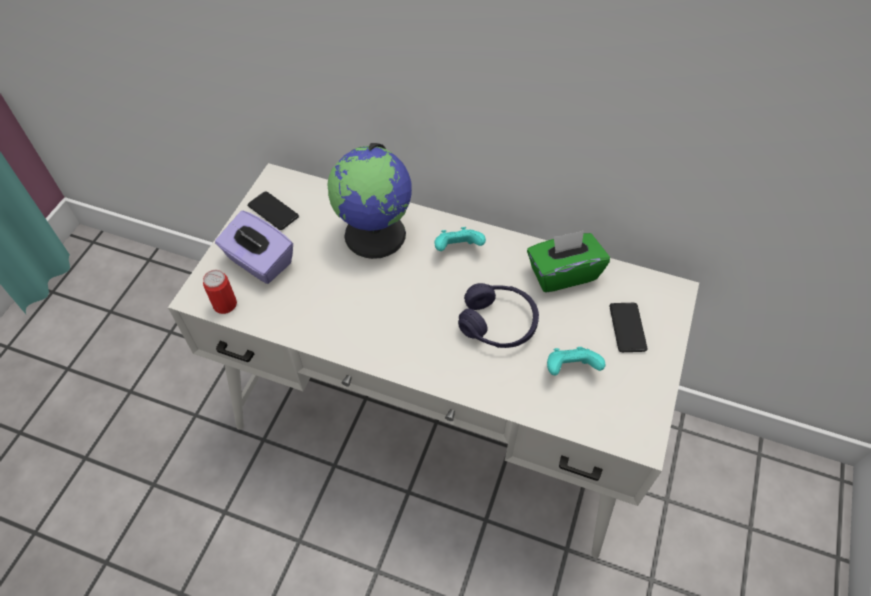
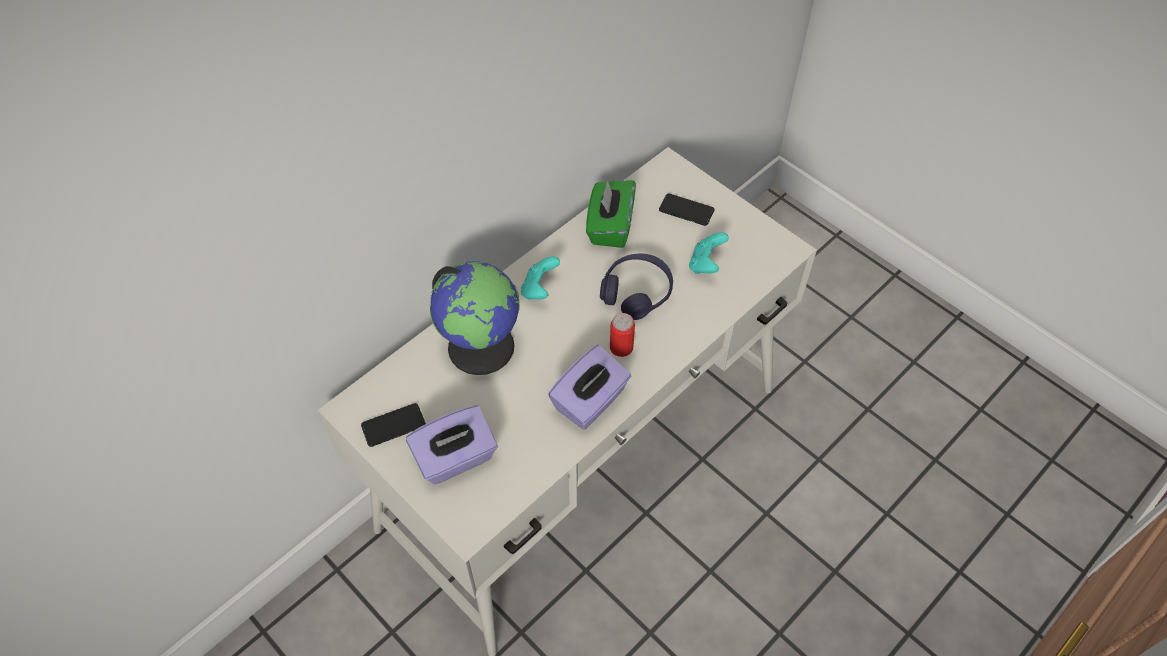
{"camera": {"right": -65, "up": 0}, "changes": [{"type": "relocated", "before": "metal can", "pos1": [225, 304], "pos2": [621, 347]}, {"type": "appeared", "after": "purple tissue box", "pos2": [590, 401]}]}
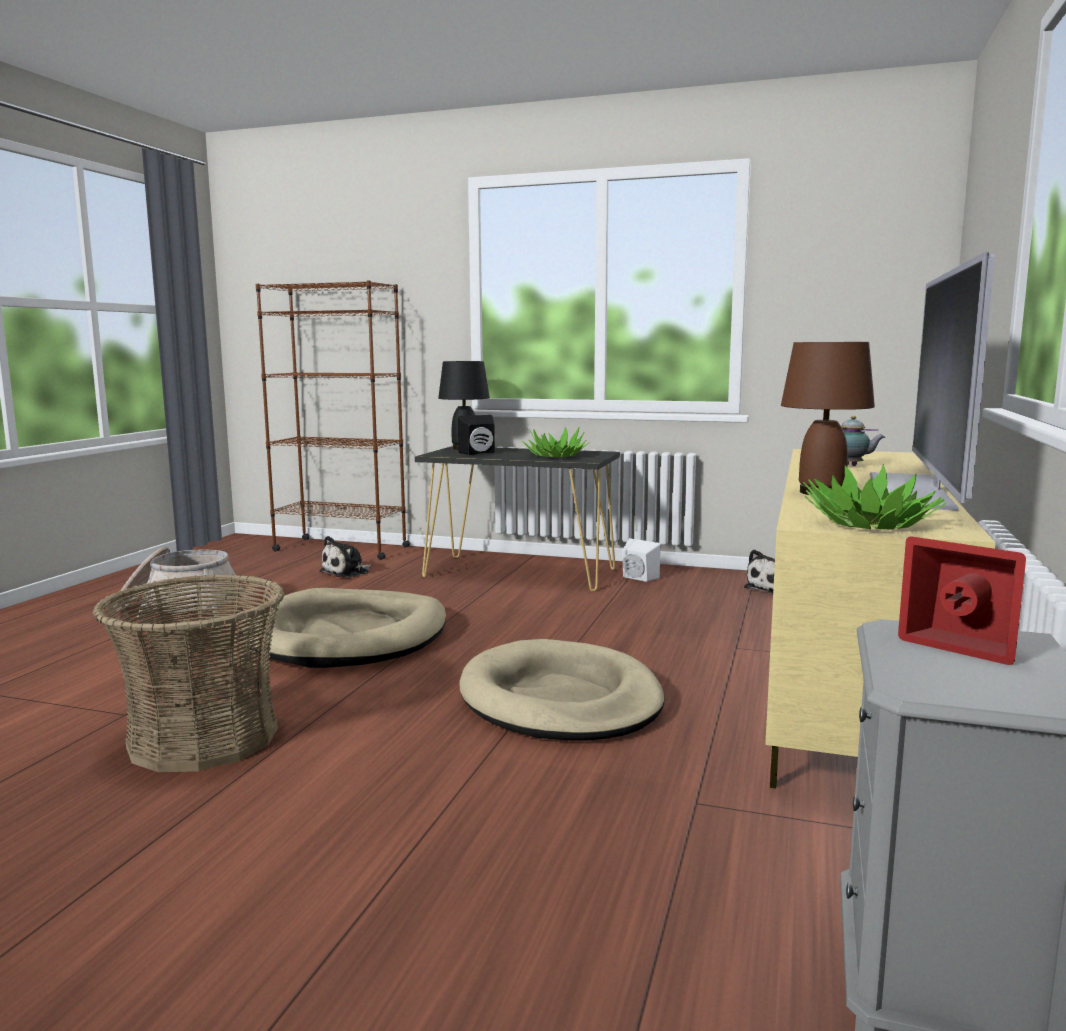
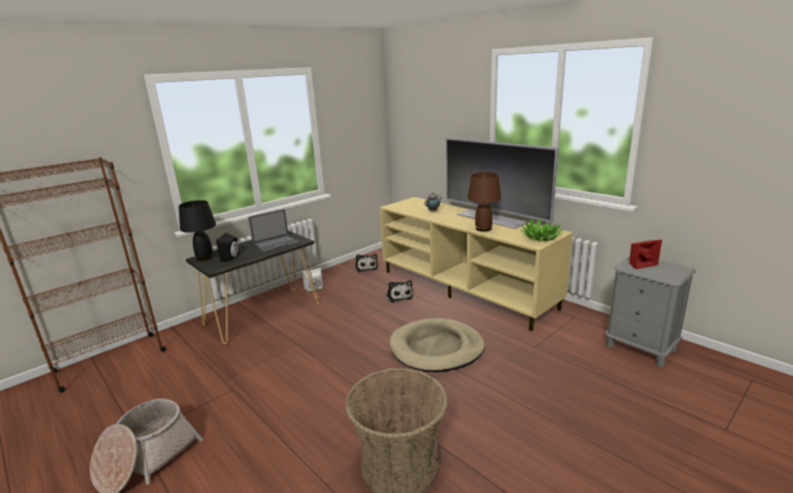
{"camera": {"right": -60, "up": 10}, "changes": [{"type": "exchanged", "before": "houseplant", "after": "laptop", "pos1": [556, 456], "pos2": [277, 244]}, {"type": "relocated", "before": "soft toy", "pos1": [347, 572], "pos2": [399, 296]}, {"type": "missing", "before": "sand-coloured pet bed", "pos1": [349, 636]}]}
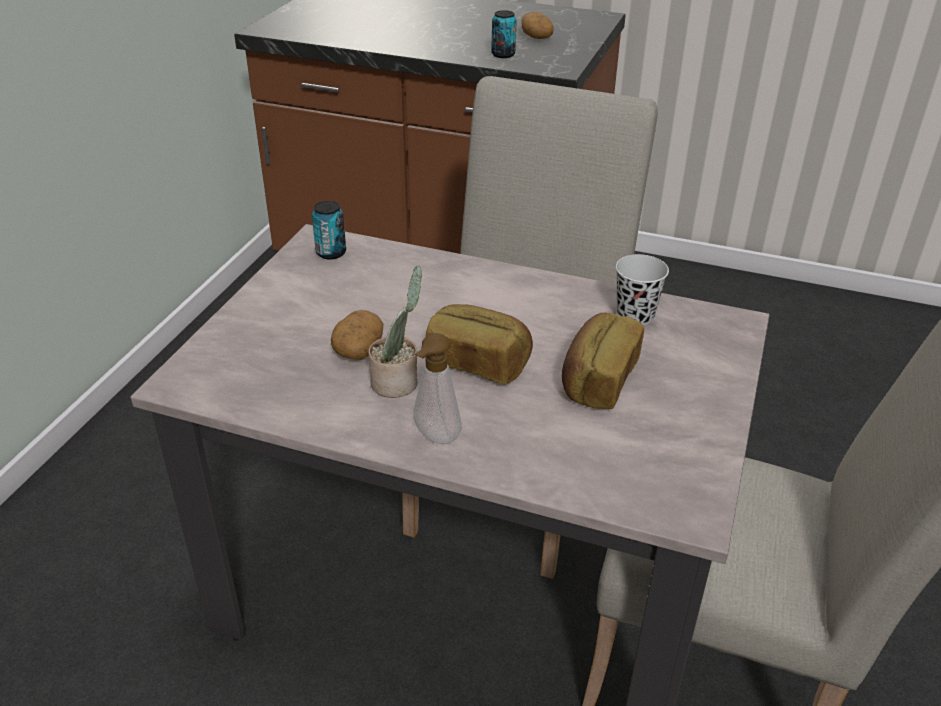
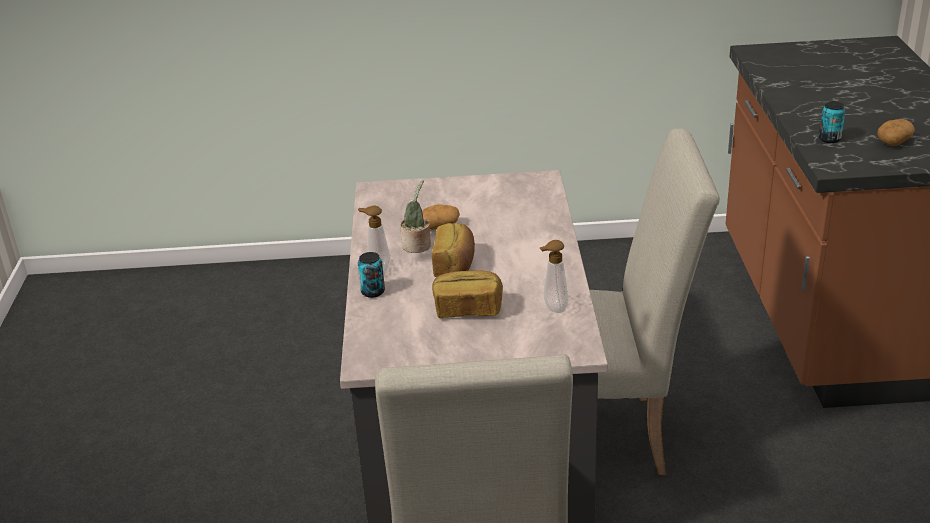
{"camera": {"right": 70, "up": -5}, "changes": [{"type": "relocated", "before": "metal can", "pos1": [331, 253], "pos2": [373, 292]}, {"type": "exchanged", "before": "black-coloured small cup", "after": "soap bottle", "pos1": [635, 316], "pos2": [553, 308]}]}
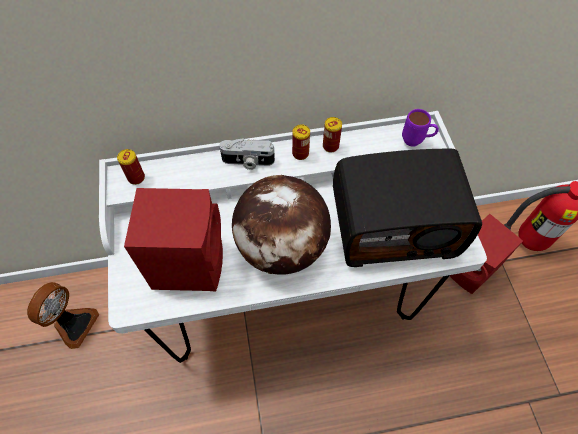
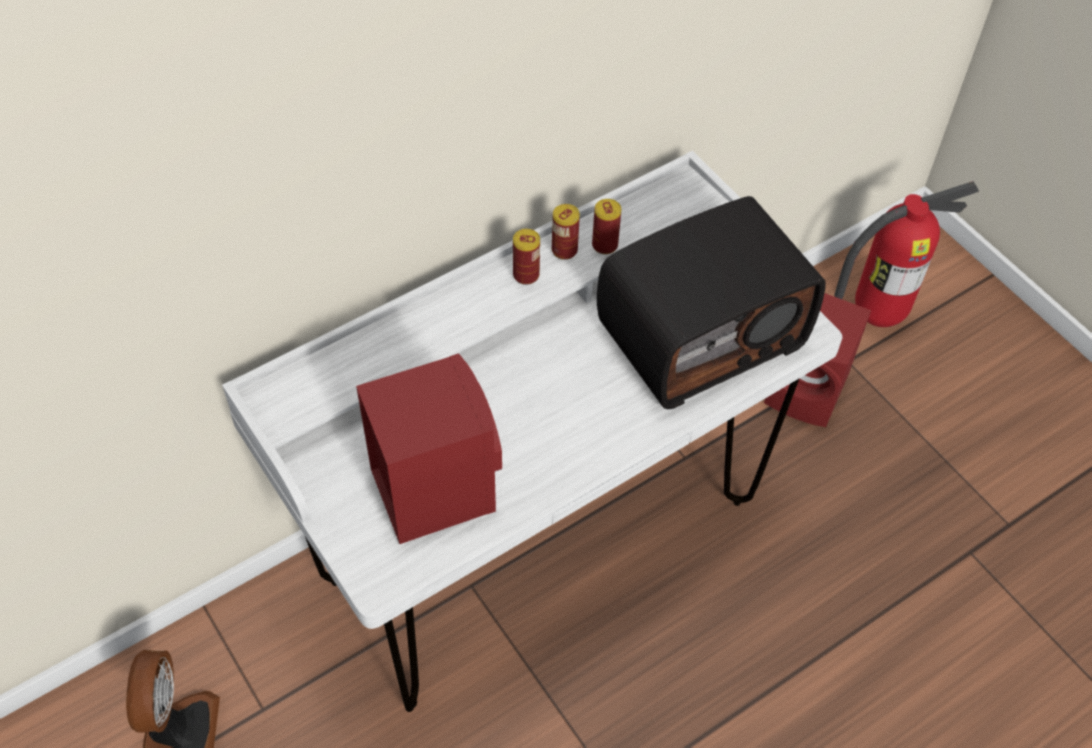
{"camera": {"right": -25, "up": -5}, "changes": [{"type": "missing", "before": "purple tea mug", "pos1": [416, 141]}, {"type": "missing", "before": "photo camera", "pos1": [248, 162]}, {"type": "relocated", "before": "metal can", "pos1": [136, 178], "pos2": [604, 245]}, {"type": "missing", "before": "world globe", "pos1": [282, 247]}]}
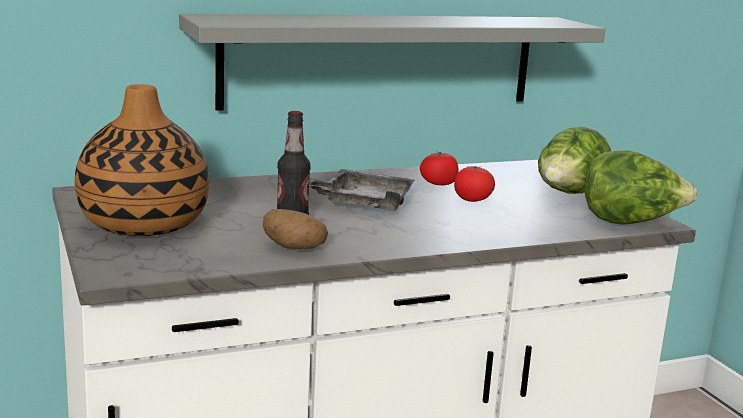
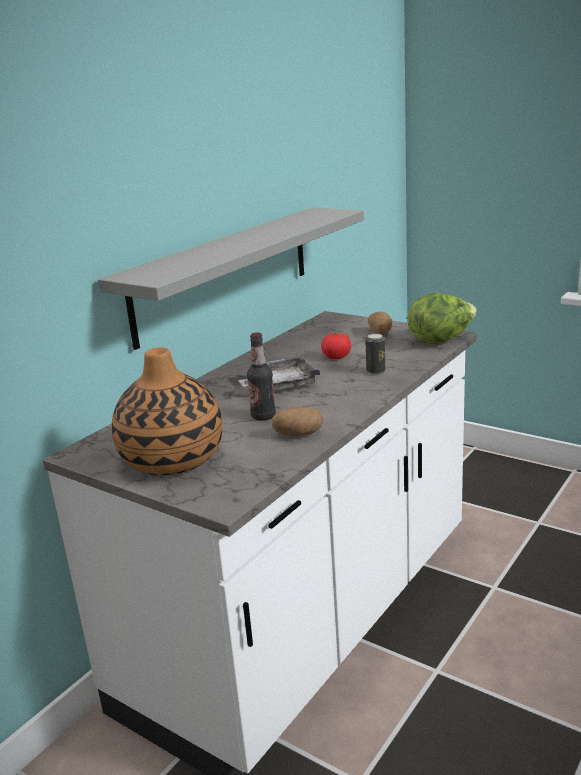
{"camera": {"right": -30, "up": 5}, "changes": [{"type": "exchanged", "before": "lettuce", "after": "whole potato", "pos1": [568, 195], "pos2": [381, 333]}, {"type": "missing", "before": "whole tomato", "pos1": [438, 183]}, {"type": "appeared", "after": "metal can", "pos2": [375, 371]}]}
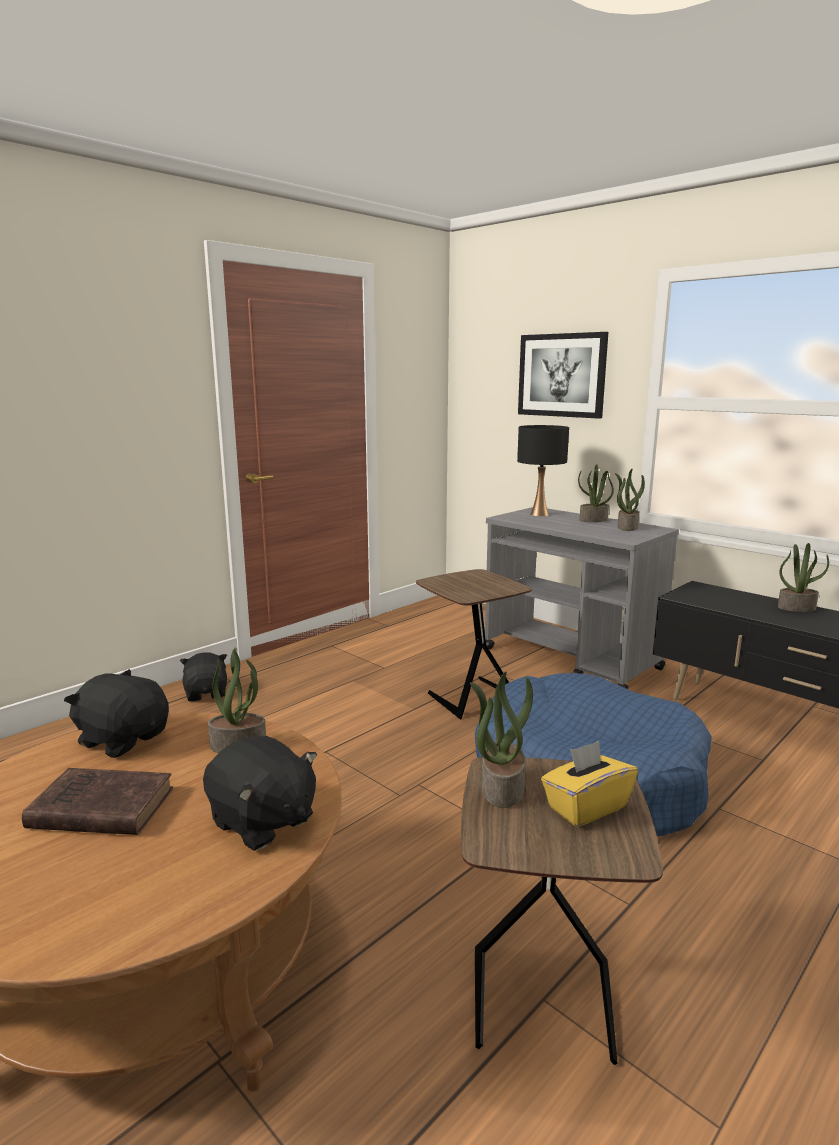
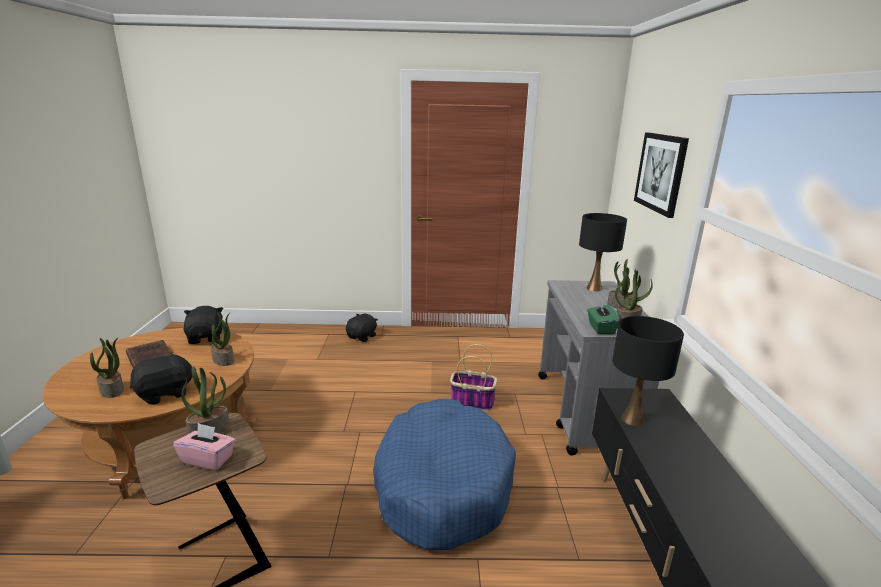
{"camera": {"right": 45, "up": 5}, "changes": [{"type": "relocated", "before": "houseplant", "pos1": [796, 608], "pos2": [112, 390]}, {"type": "exchanged", "before": "brown accent table", "after": "storage basket", "pos1": [470, 697], "pos2": [471, 402]}, {"type": "spun", "before": "black-coloured soft toy", "pos1": [262, 822], "pos2": [165, 393], "turn": -120}, {"type": "colour", "before": "yellowish tissue box", "after": "pinkish tissue box", "pos1": [586, 806], "pos2": [208, 459]}, {"type": "appeared", "after": "greenish tissue box", "pos2": [600, 328]}, {"type": "appeared", "after": "black-coloured lamp for a table", "pos2": [632, 419]}]}
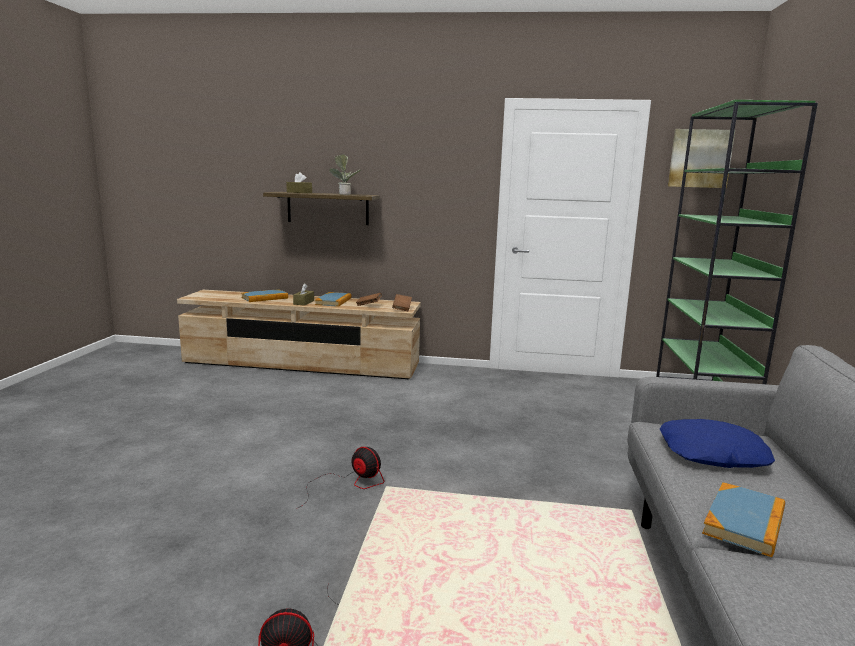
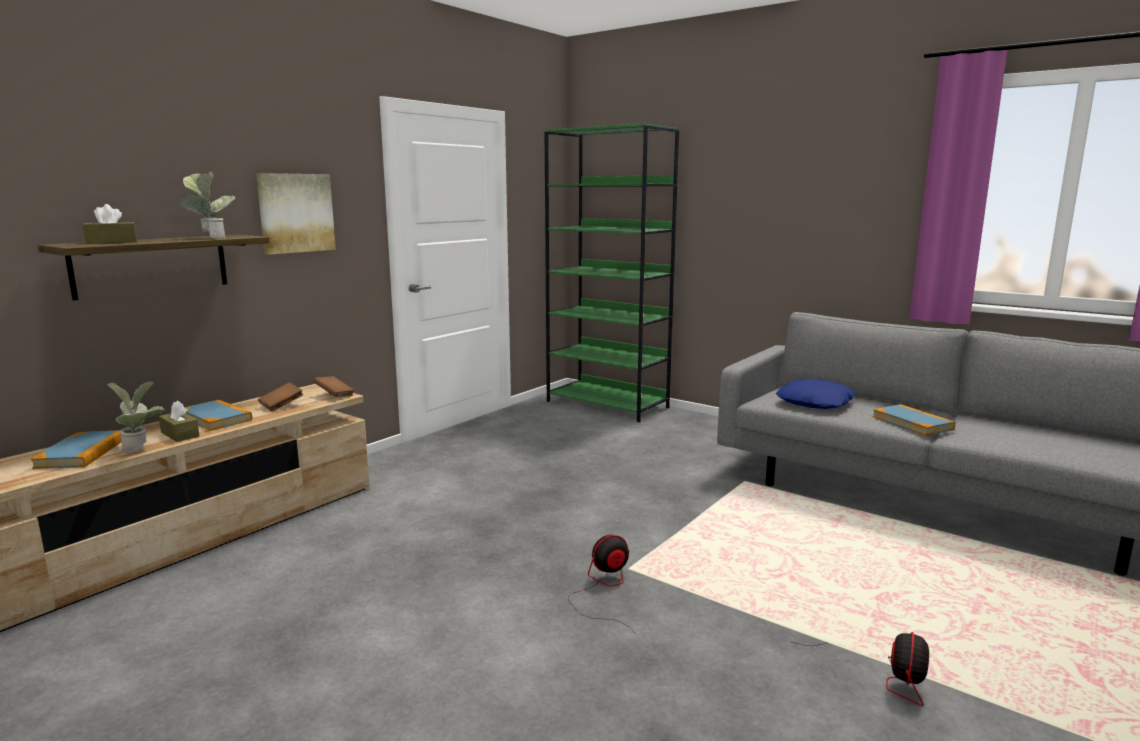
{"camera": {"right": -60, "up": 0}, "changes": [{"type": "relocated", "before": "picture", "pos1": [700, 158], "pos2": [295, 213]}, {"type": "appeared", "after": "houseplant", "pos2": [141, 448]}]}
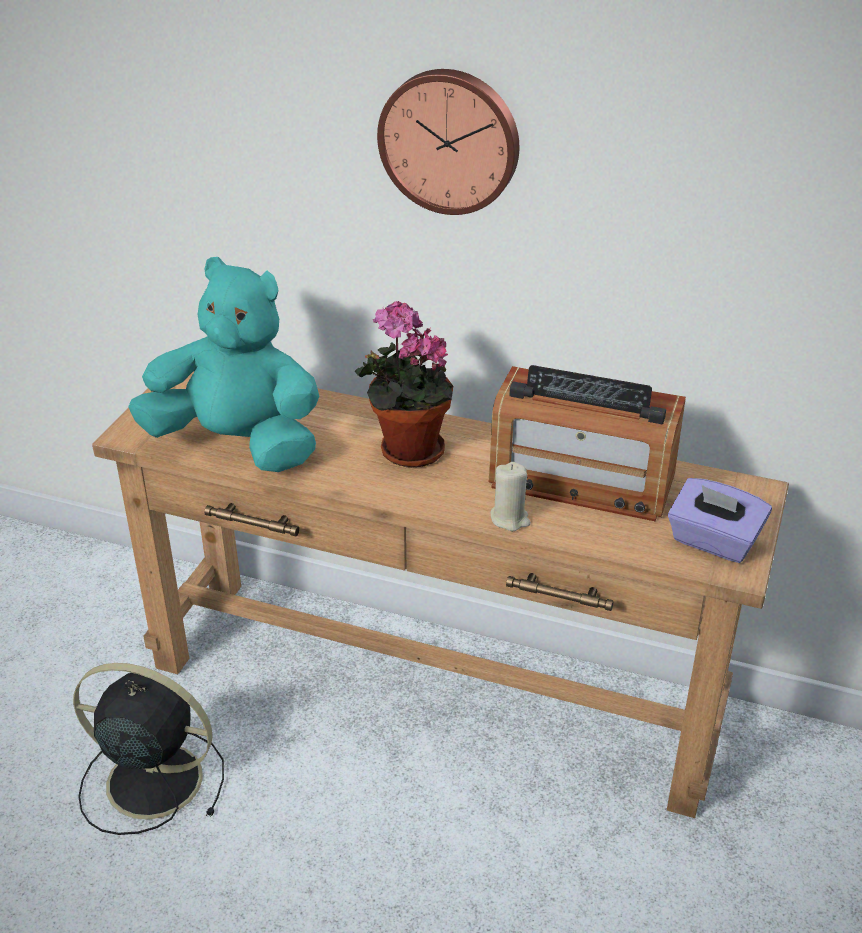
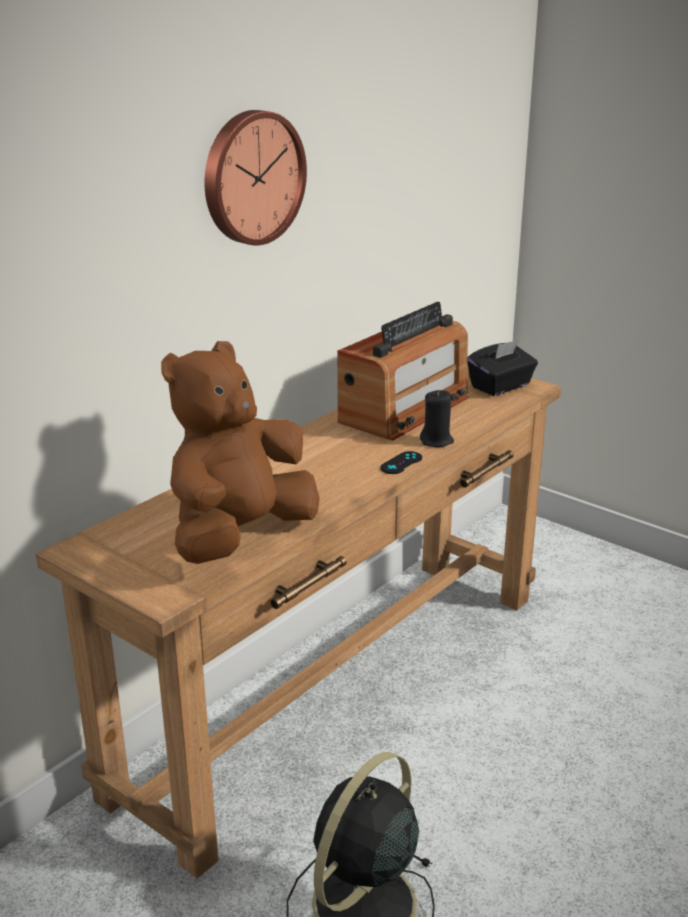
{"camera": {"right": -70, "up": -10}, "changes": [{"type": "colour", "before": "blue-green soft toy", "after": "brown soft toy", "pos1": [238, 444], "pos2": [239, 536]}, {"type": "missing", "before": "houseplant", "pos1": [406, 451]}, {"type": "colour", "before": "sand-coloured wax light", "after": "black-coloured wax light", "pos1": [510, 519], "pos2": [436, 441]}, {"type": "colour", "before": "purple tissue box", "after": "black-coloured tissue box", "pos1": [713, 542], "pos2": [501, 386]}, {"type": "appeared", "after": "black-coloured game controller", "pos2": [401, 463]}]}
